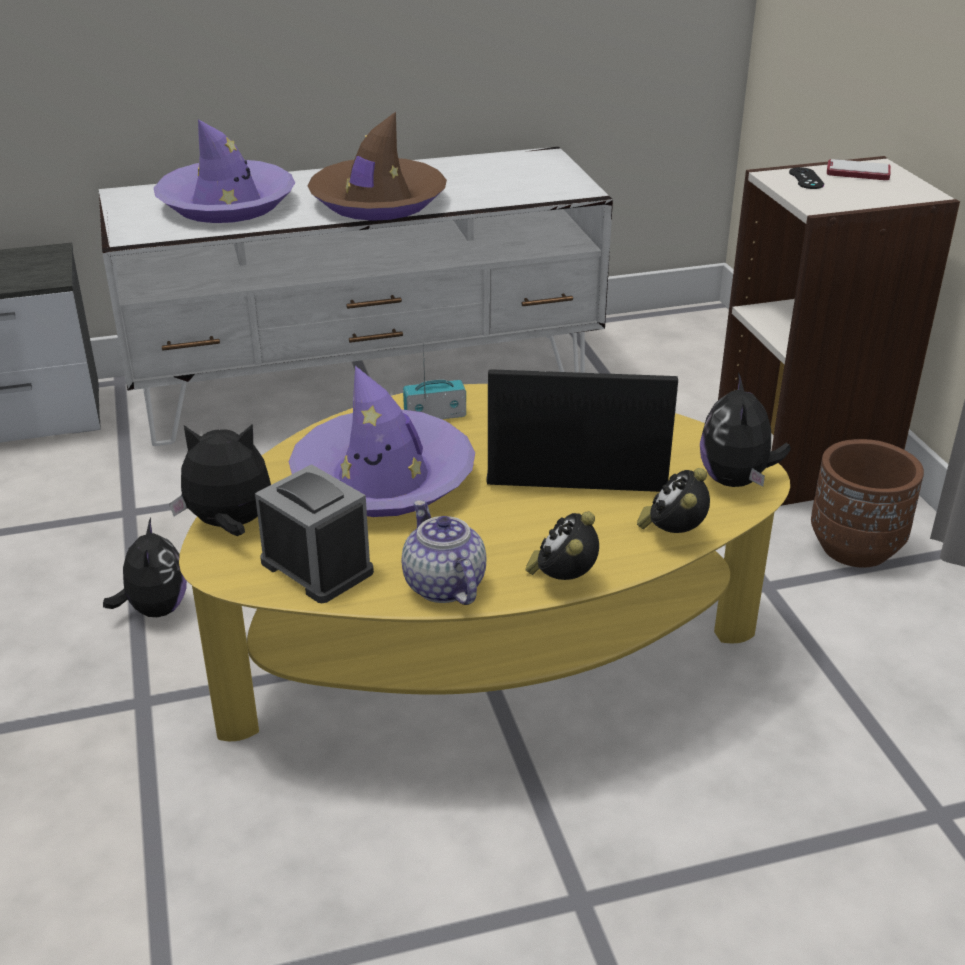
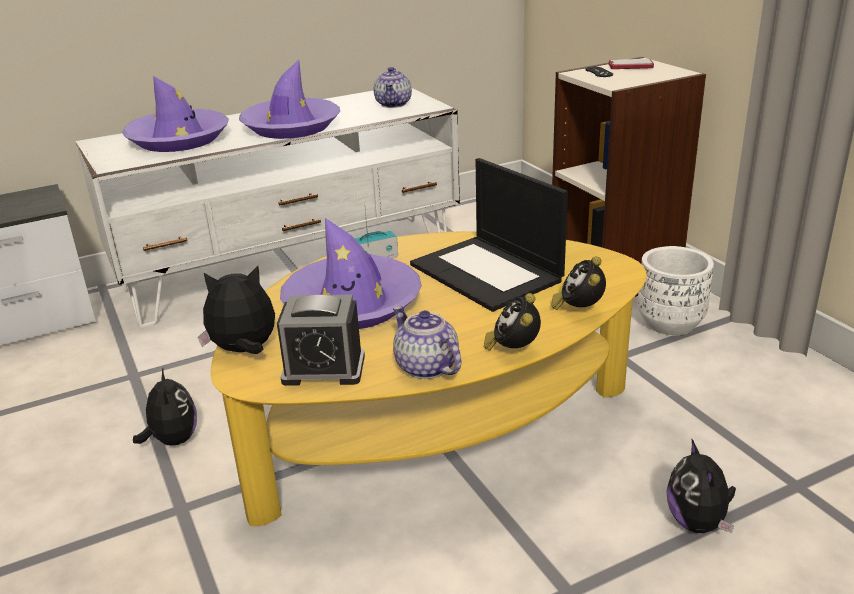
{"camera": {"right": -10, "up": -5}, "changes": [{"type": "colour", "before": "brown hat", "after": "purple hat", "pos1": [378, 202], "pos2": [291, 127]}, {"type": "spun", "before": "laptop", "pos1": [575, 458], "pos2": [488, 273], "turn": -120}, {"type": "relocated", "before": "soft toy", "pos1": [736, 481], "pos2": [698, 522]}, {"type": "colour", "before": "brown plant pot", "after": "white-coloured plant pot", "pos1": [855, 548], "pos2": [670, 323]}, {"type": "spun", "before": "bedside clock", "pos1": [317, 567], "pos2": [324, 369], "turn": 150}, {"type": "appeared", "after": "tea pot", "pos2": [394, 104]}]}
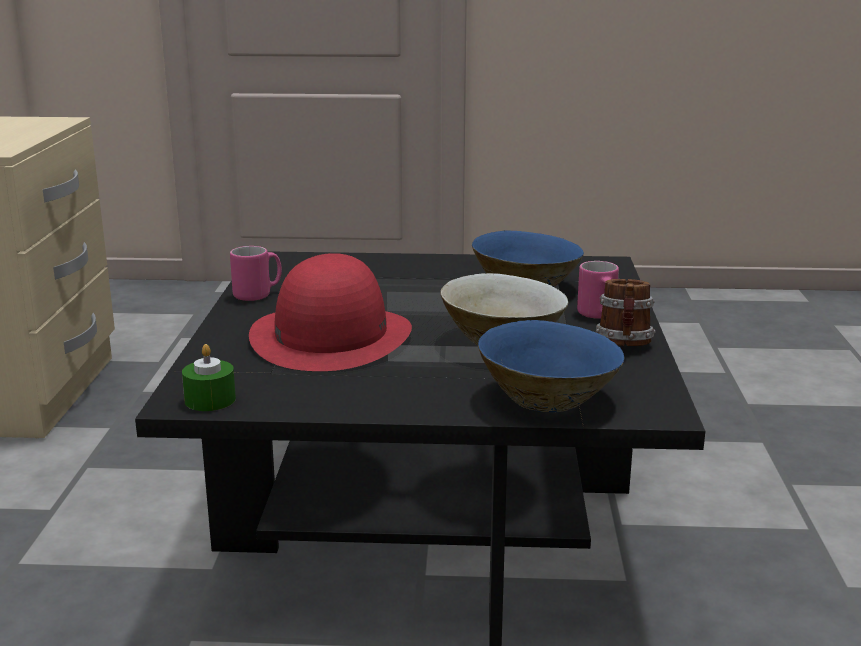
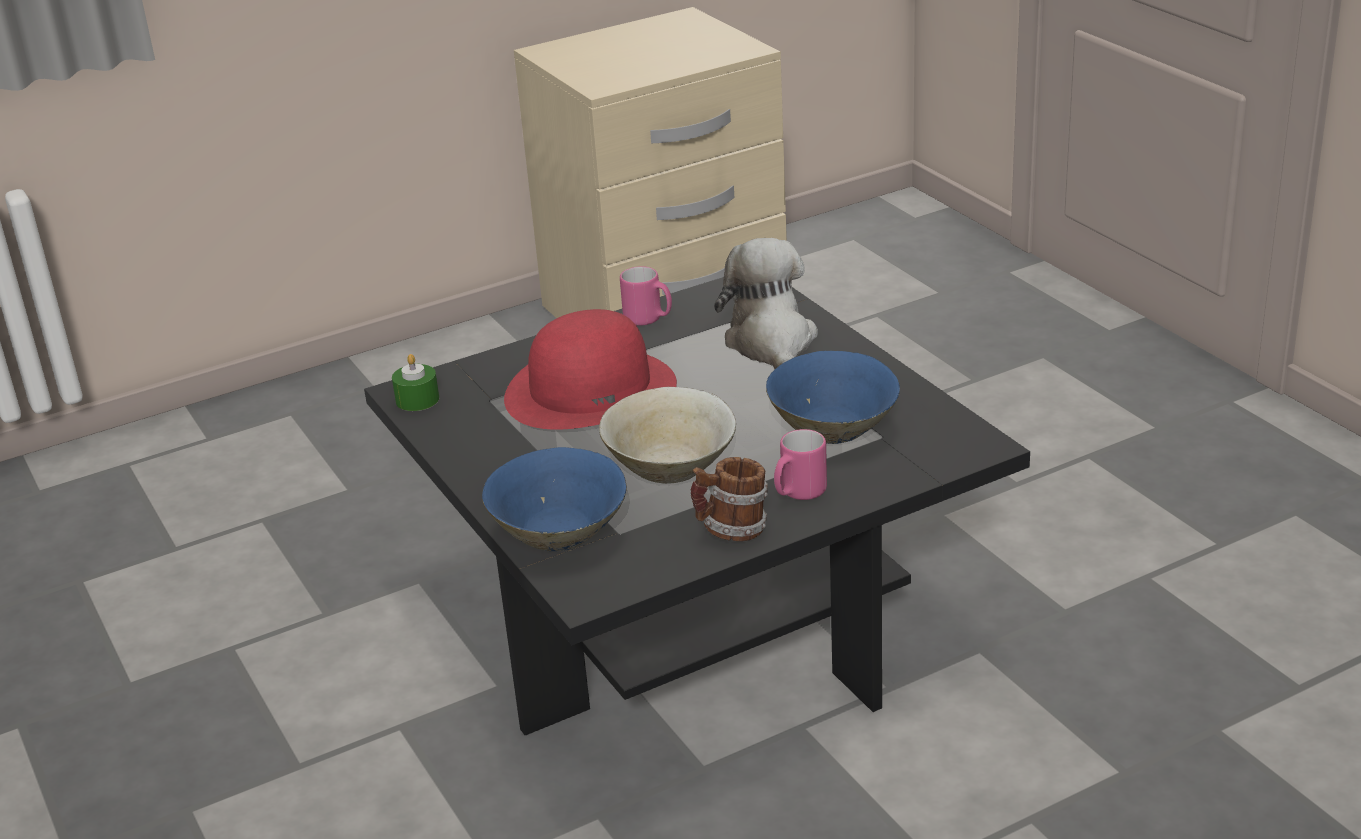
{"camera": {"right": 60, "up": 10}, "changes": [{"type": "appeared", "after": "soft toy", "pos2": [772, 344]}]}
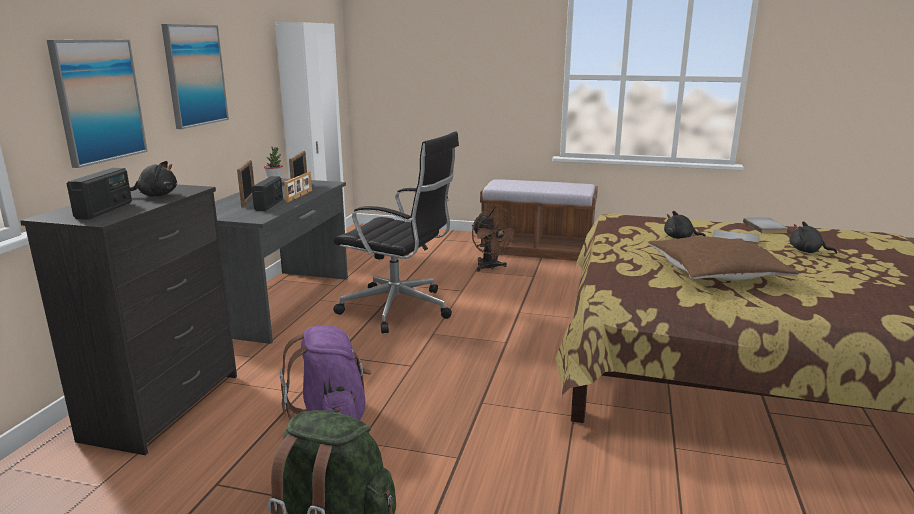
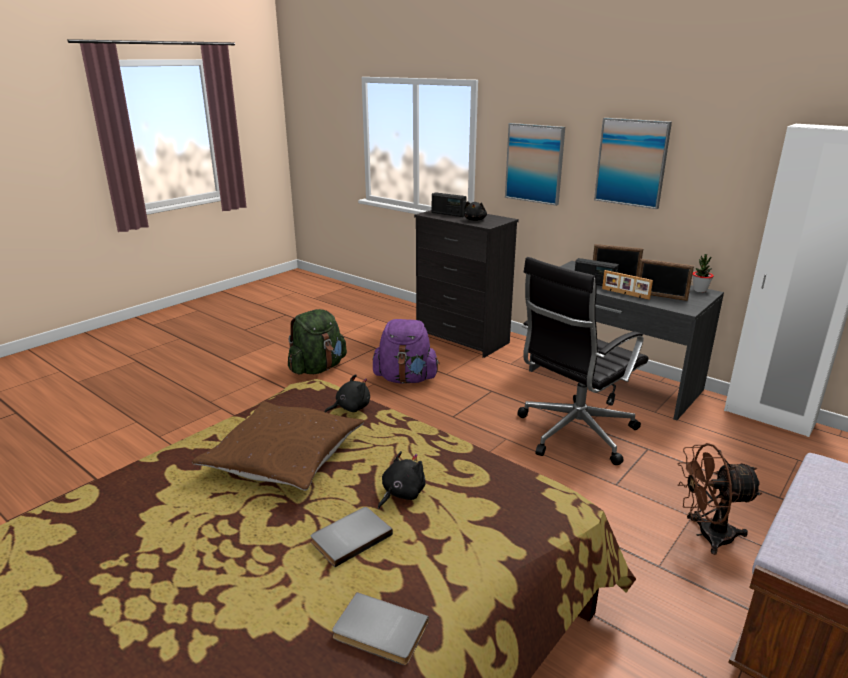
{"camera": {"right": 115, "up": 5}, "changes": [{"type": "relocated", "before": "black-coloured soft toy", "pos1": [807, 251], "pos2": [350, 408]}]}
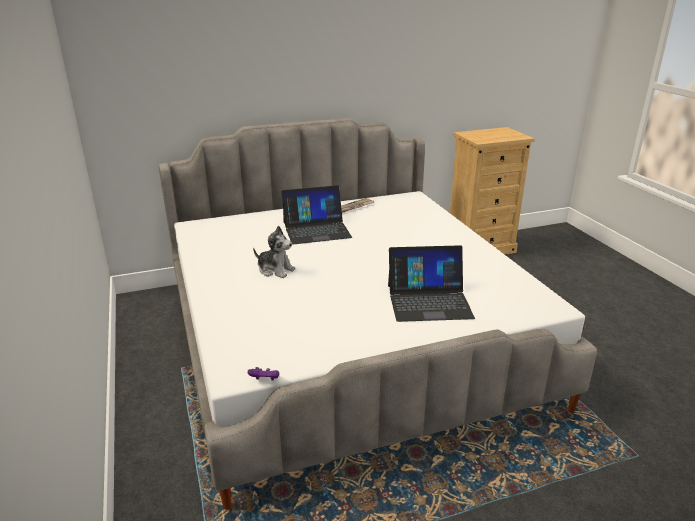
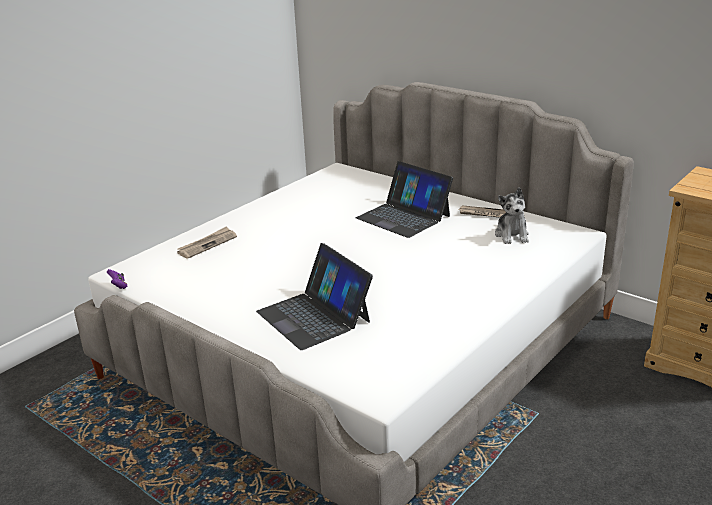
{"camera": {"right": 60, "up": 0}, "changes": [{"type": "relocated", "before": "soft toy", "pos1": [275, 270], "pos2": [512, 235]}, {"type": "appeared", "after": "daily paper", "pos2": [207, 244]}]}
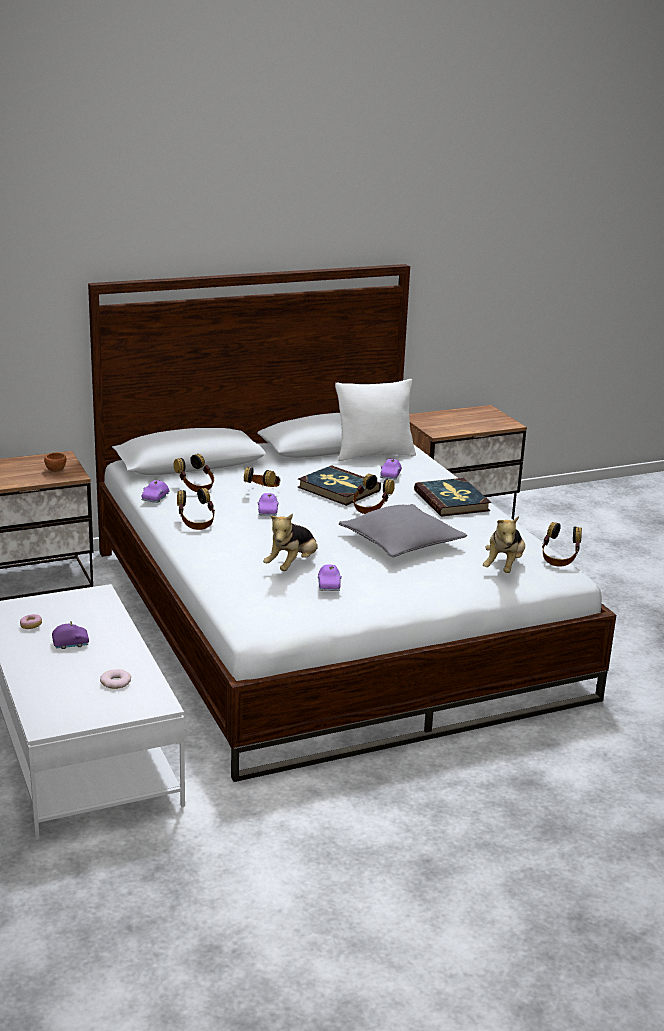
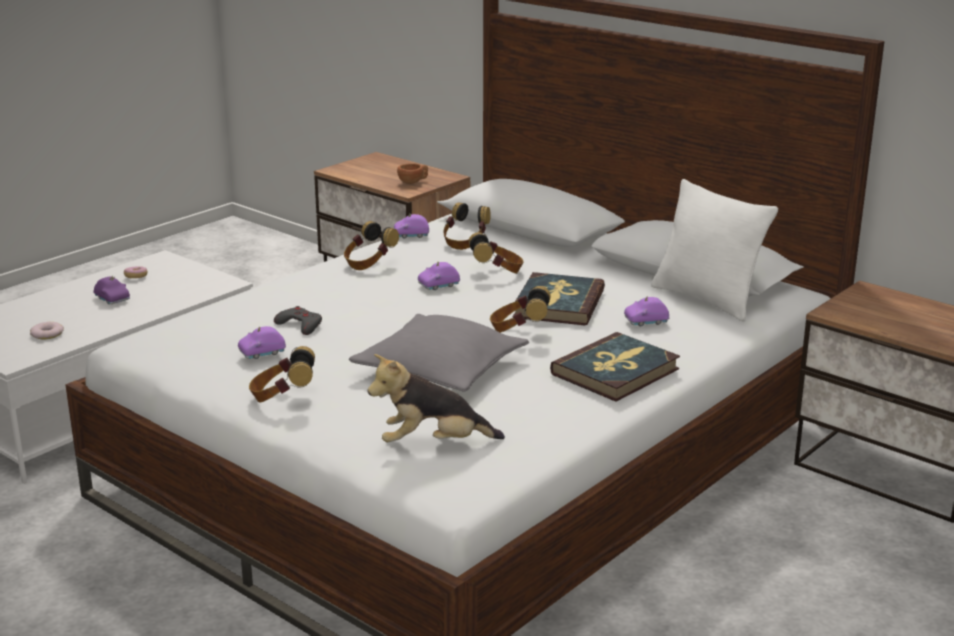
{"camera": {"right": 65, "up": 0}, "changes": [{"type": "exchanged", "before": "soft toy", "after": "gray game controller", "pos1": [292, 565], "pos2": [300, 325]}, {"type": "relocated", "before": "pair of headphones", "pos1": [559, 559], "pos2": [282, 397]}]}
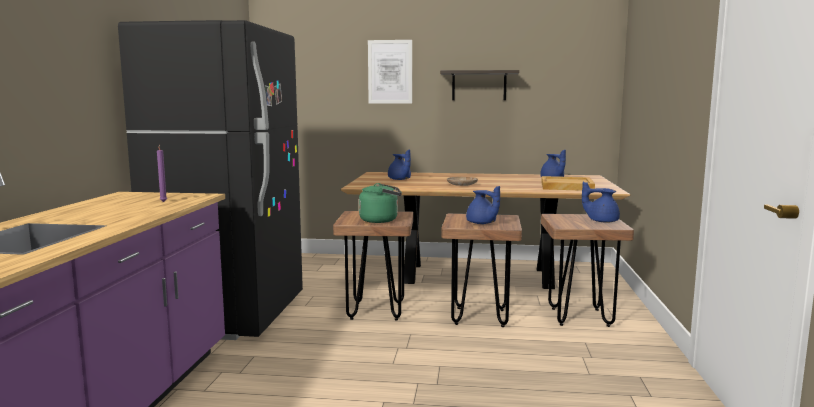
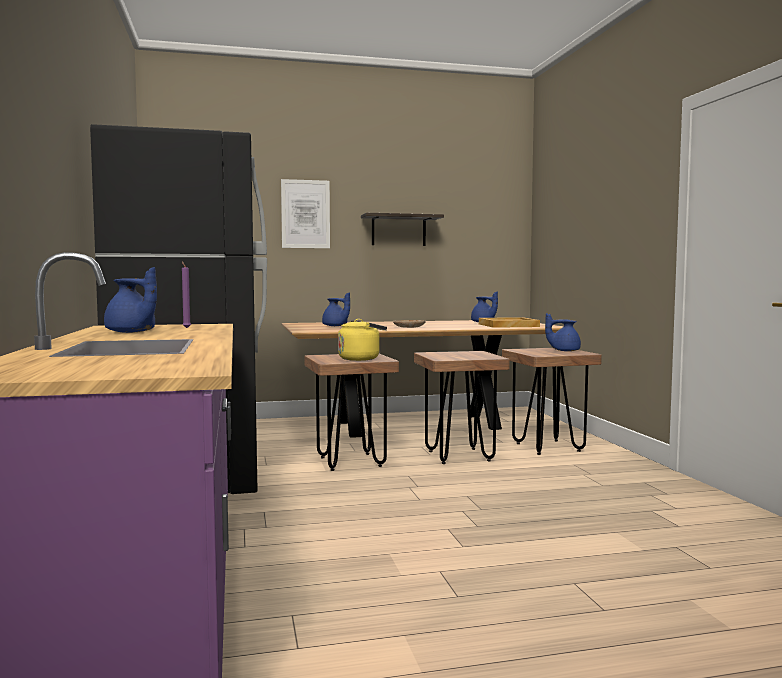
{"camera": {"right": -20, "up": -5}, "changes": [{"type": "colour", "before": "greenish water kettle", "after": "yellowish water kettle", "pos1": [381, 220], "pos2": [361, 359]}, {"type": "relocated", "before": "blue tea pot", "pos1": [482, 223], "pos2": [132, 332]}]}
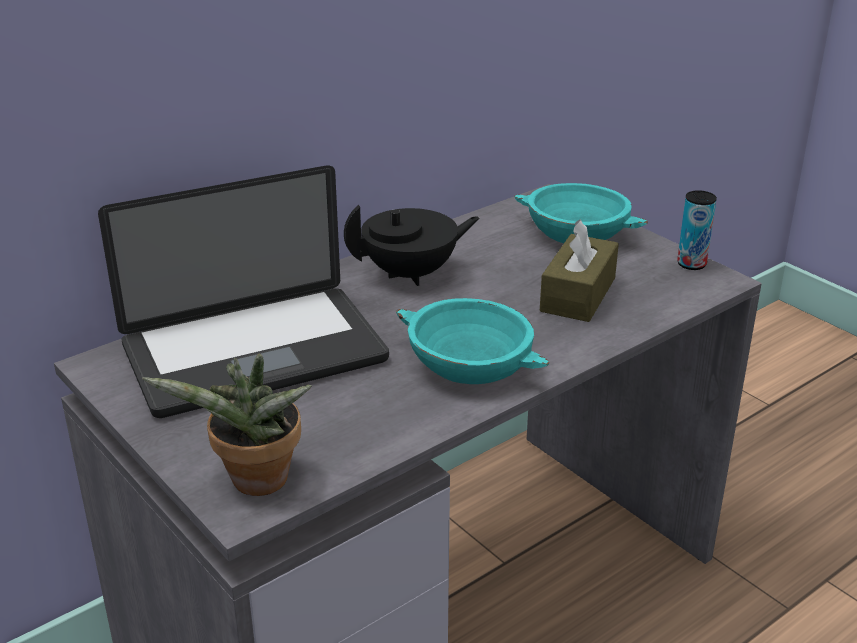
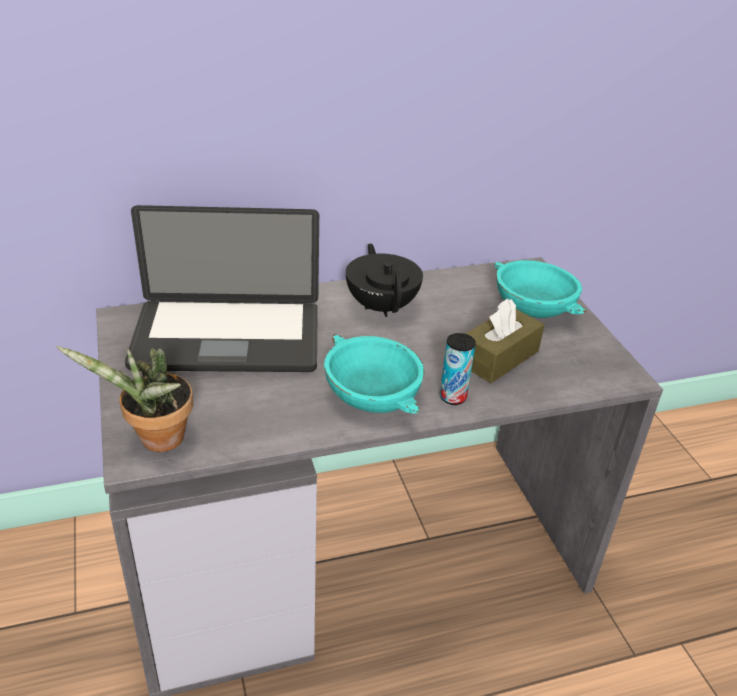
{"camera": {"right": 20, "up": 5}, "changes": [{"type": "relocated", "before": "metal can", "pos1": [691, 264], "pos2": [453, 397]}, {"type": "spun", "before": "black-coloured tea pot", "pos1": [412, 274], "pos2": [382, 306], "turn": -105}]}
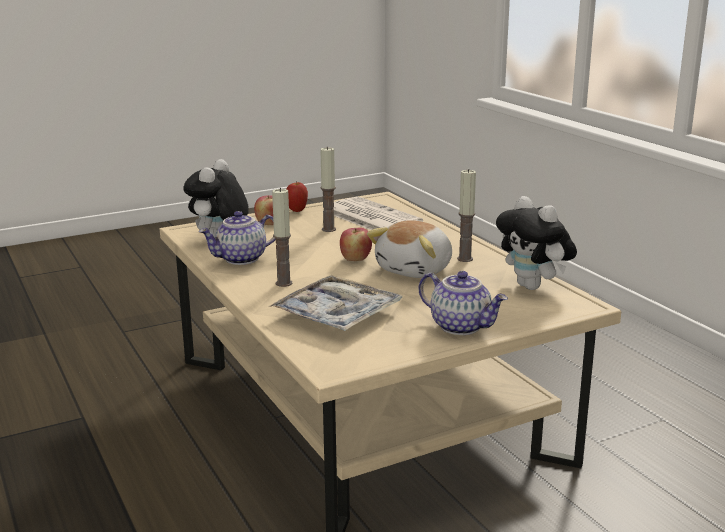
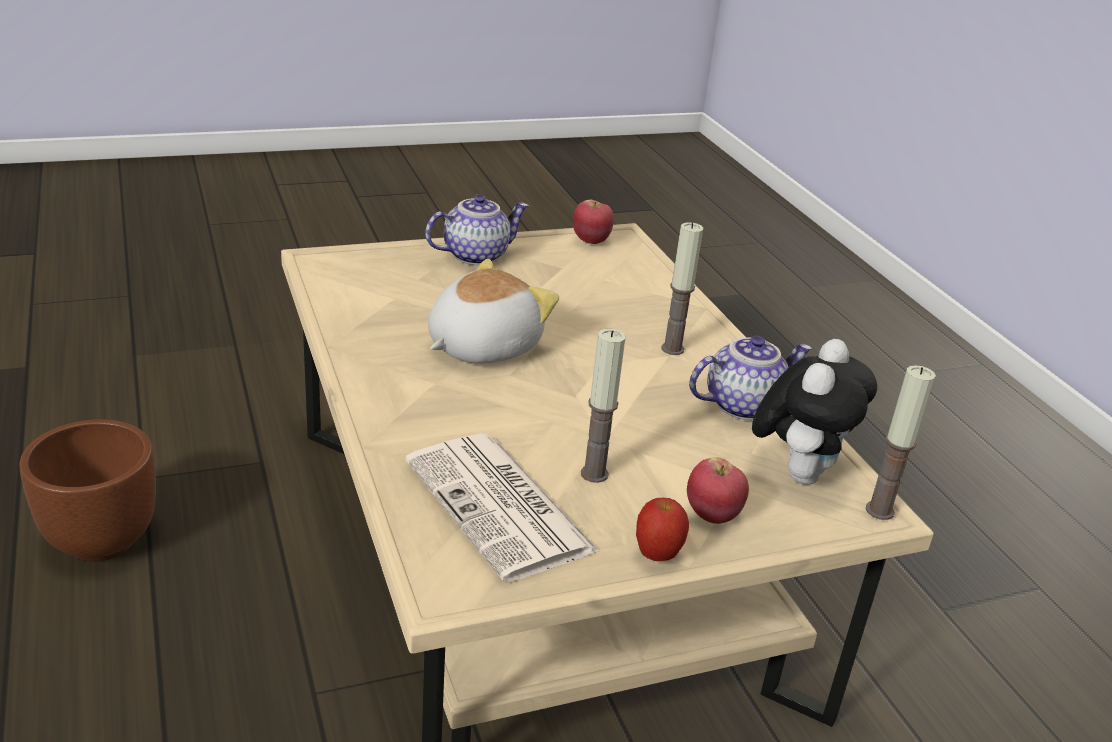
{"camera": {"right": -175, "up": 10}, "changes": [{"type": "relocated", "before": "wax light", "pos1": [465, 259], "pos2": [879, 510]}, {"type": "missing", "before": "soft toy", "pos1": [533, 287]}, {"type": "relocated", "before": "apple", "pos1": [355, 259], "pos2": [591, 240]}, {"type": "spun", "before": "tea pot", "pos1": [461, 326], "pos2": [476, 255], "turn": 105}, {"type": "missing", "before": "tray", "pos1": [337, 314]}, {"type": "appeared", "after": "brown plant pot", "pos2": [103, 542]}]}
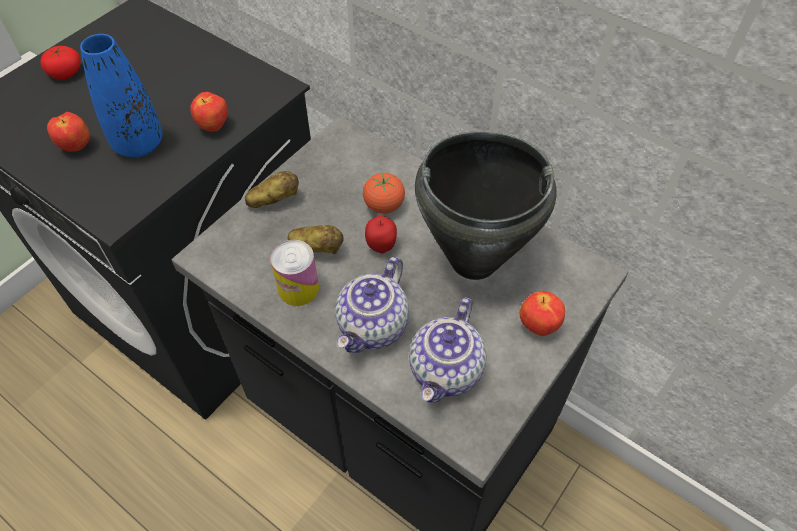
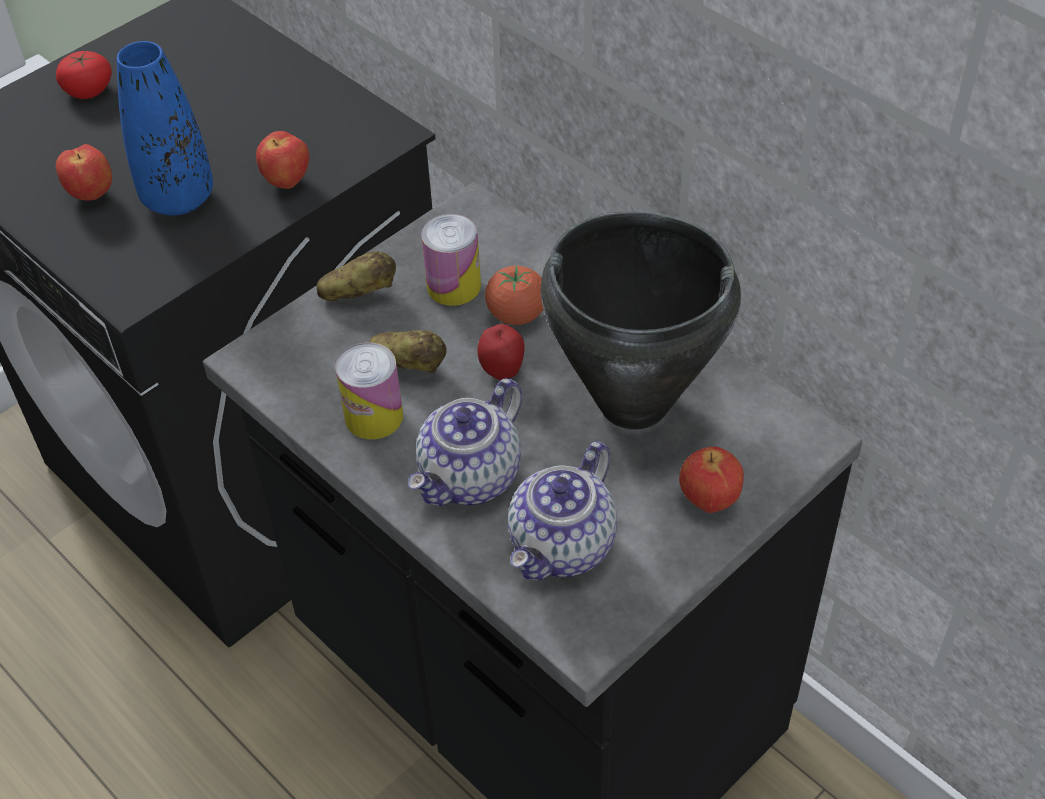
{"camera": {"right": 10, "up": -5}, "changes": [{"type": "appeared", "after": "metal can", "pos2": [453, 286]}]}
